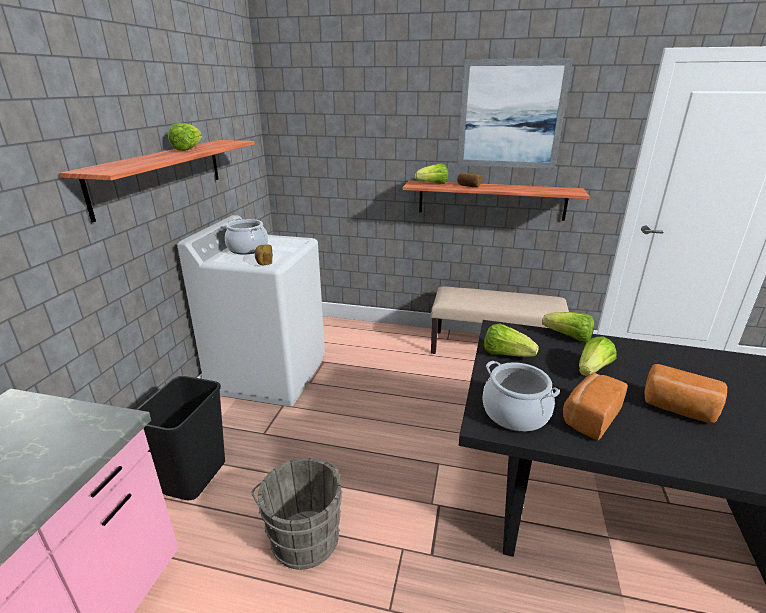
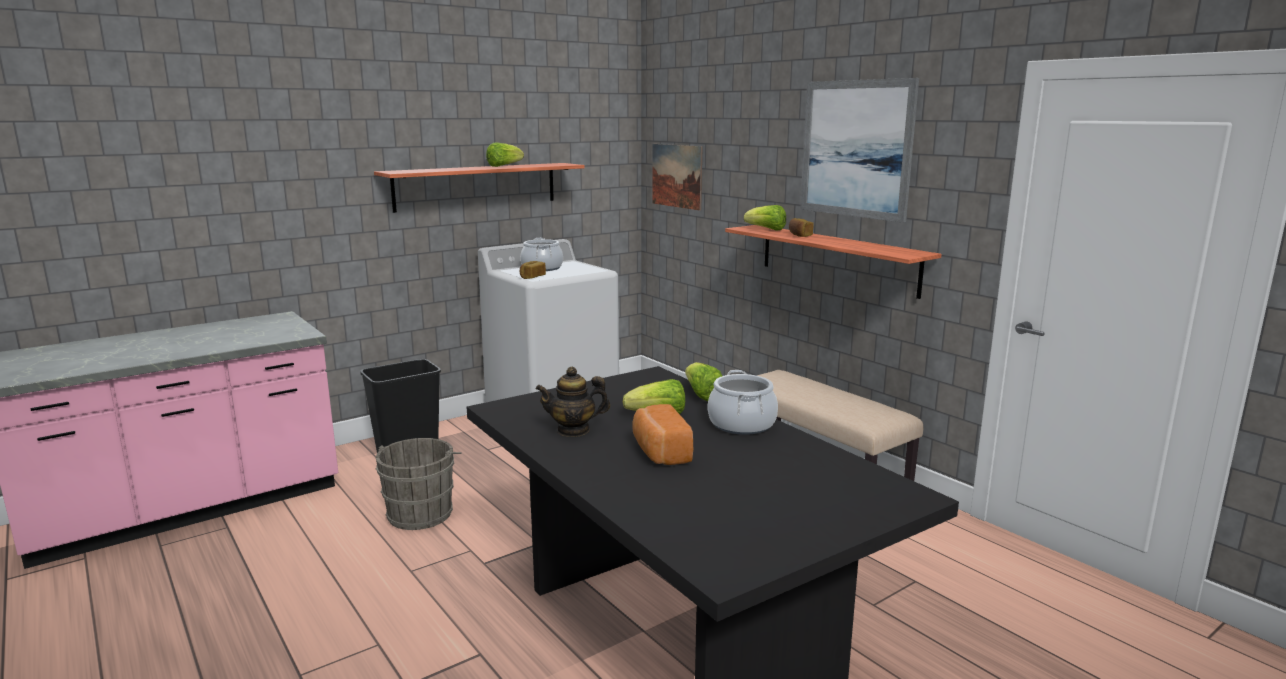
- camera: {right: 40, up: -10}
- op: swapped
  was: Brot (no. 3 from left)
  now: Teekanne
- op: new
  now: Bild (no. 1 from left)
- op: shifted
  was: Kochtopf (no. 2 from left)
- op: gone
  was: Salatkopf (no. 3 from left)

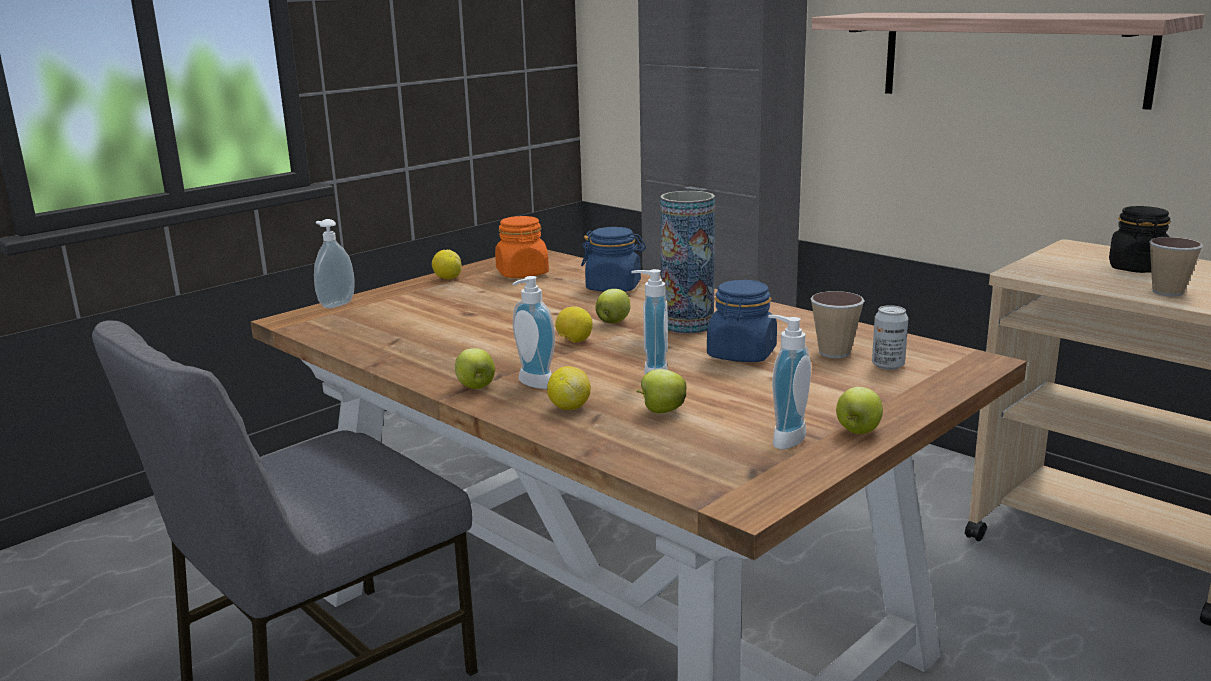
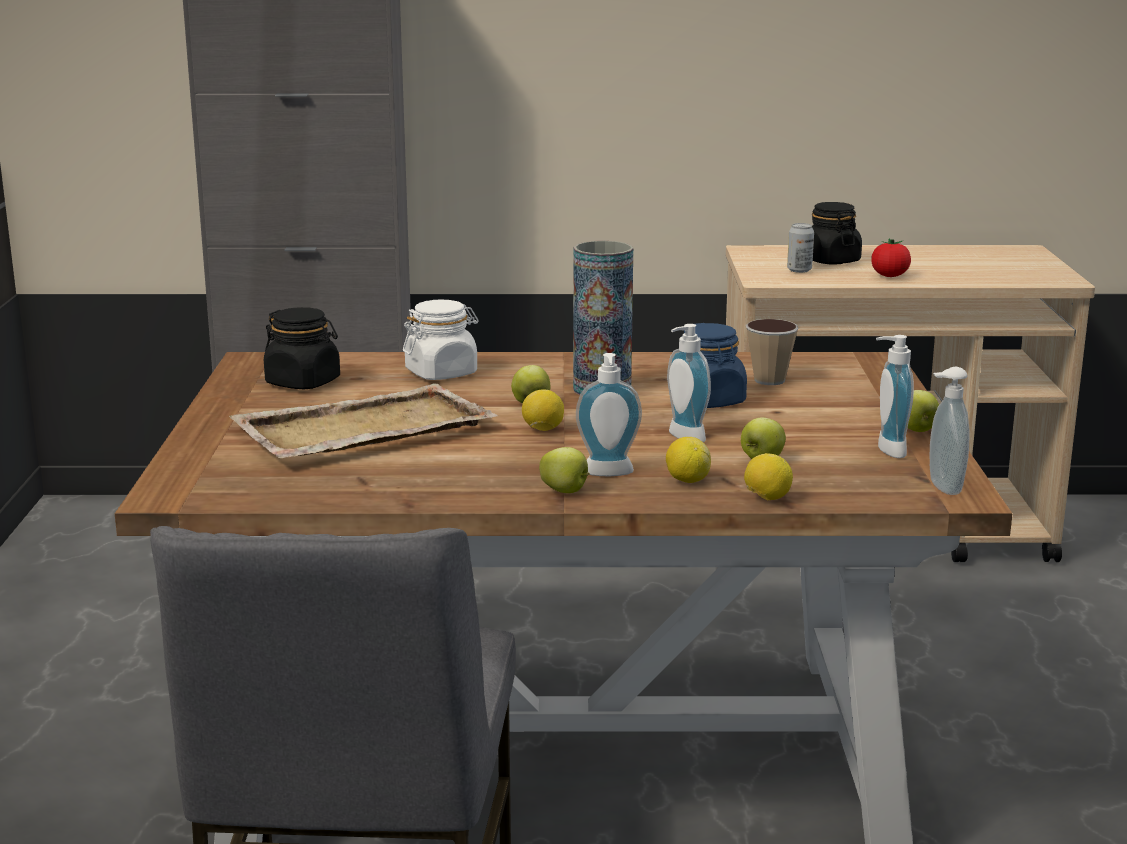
- camera: {right: -45, up: 0}
- op: new
  now: Tablett [beige]
- op: repainted
  was: Vorratsglas [orange]
  now: Vorratsglas [schwarz] (no. 1 from left)
- op: repainted
  was: Vorratsglas [blau] (no. 1 from left)
  now: Vorratsglas [weiß]
- op: shifted
  was: Zitrone (no. 1 from left in the first image)
  now: Zitrone (no. 3 from left)
- op: shifted
  was: Dose
- op: swapped
  was: Tasse (no. 2 from left)
  now: Tomate
- op: shifted
  was: Seifenspender (no. 1 from left in the first image)
  now: Seifenspender (no. 4 from left)
- op: gone
  was: Wandregal

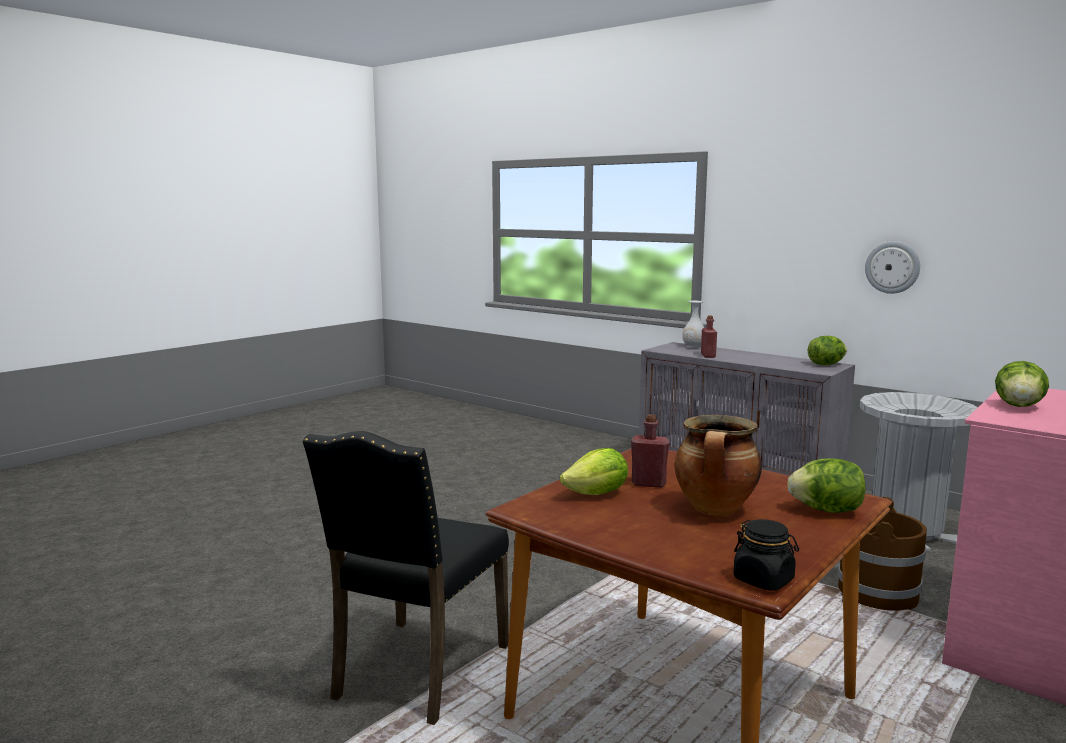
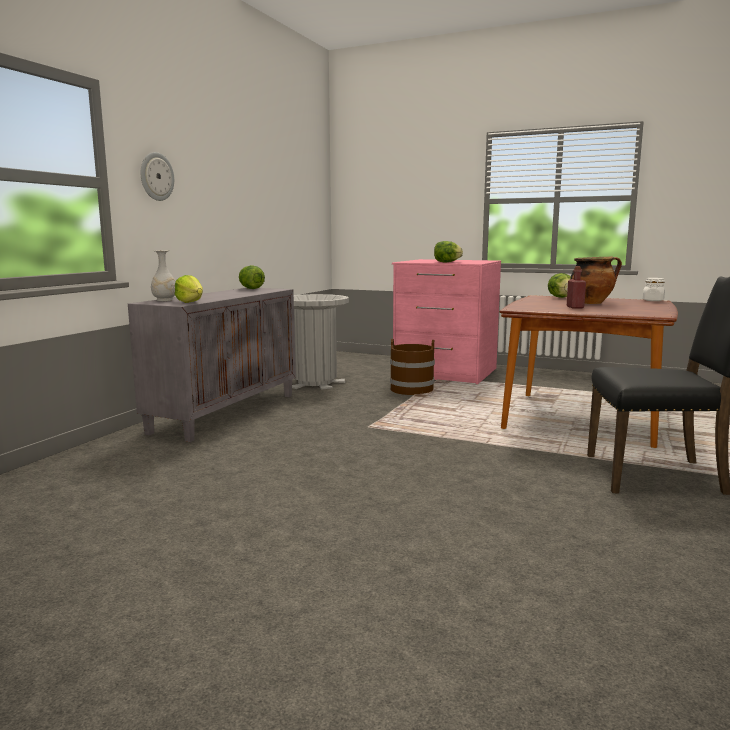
- camera: {right: -105, up: 0}
- op: shifted
  was: Wanduhr
- op: shifted
  was: Salatkopf (no. 1 from left)
- op: repainted
  was: Vorratsglas [schwarz]
  now: Vorratsglas [weiß]
- op: gone
  was: Flasche [rot] (no. 2 from left)

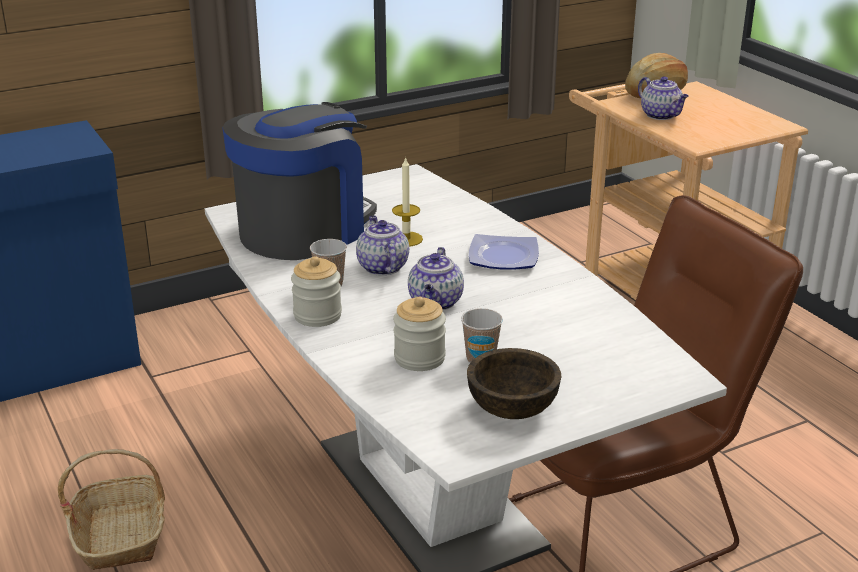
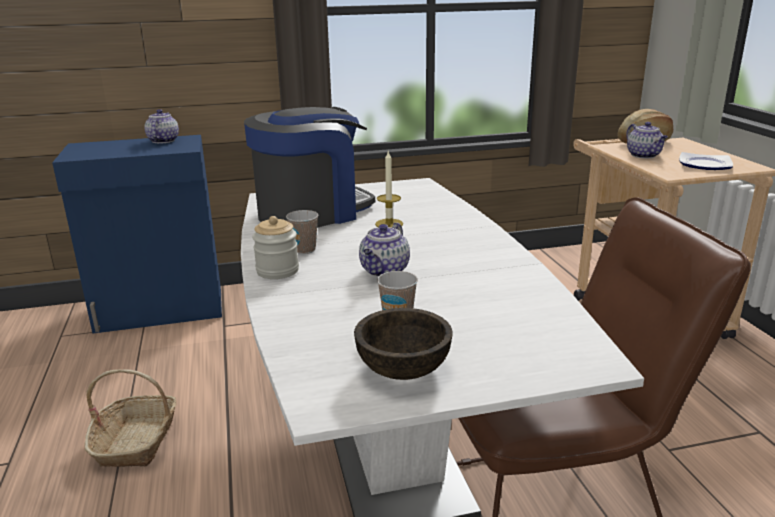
- camera: {right: 15, up: -5}
- op: shifted
  was: Teekanne (no. 1 from left)
- op: shifted
  was: Teller
- op: gone
  was: Vorratsglas (no. 2 from left)

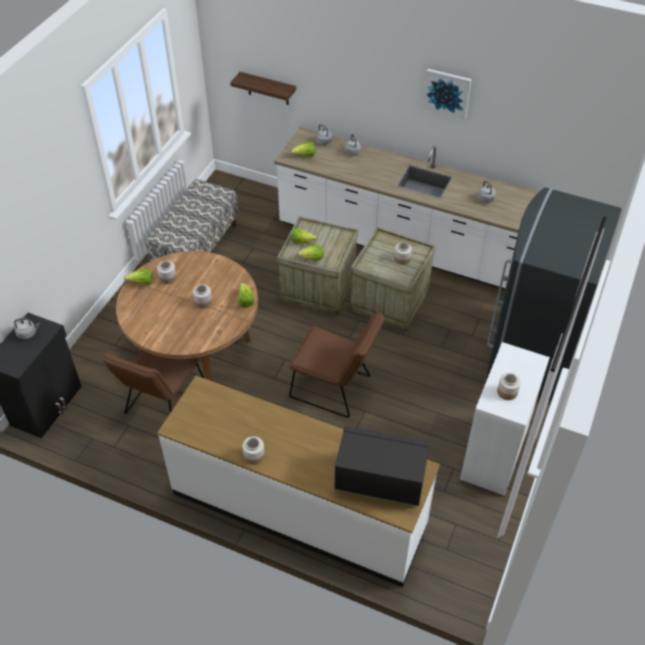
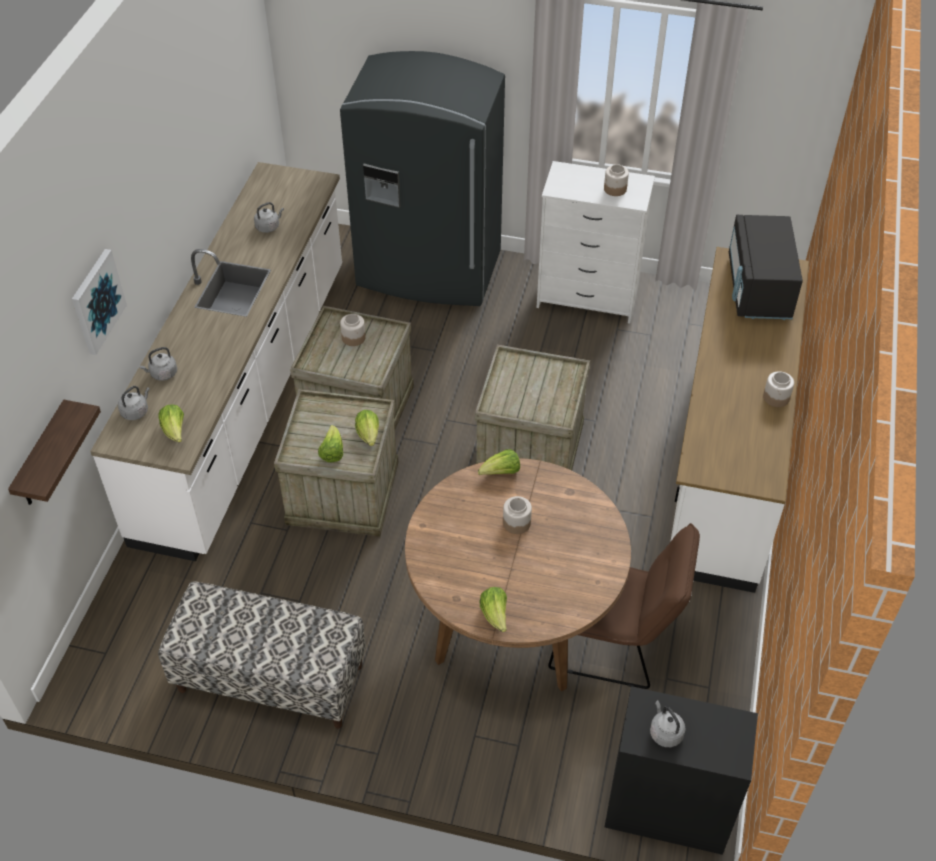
- camera: {right: -100, up: 0}
- op: shifted
  was: Bild
- op: swapped
  was: Stuhl [braun] (no. 2 from left)
  now: Kiste (no. 3 from left)
- op: gone
  was: Vorratsglas (no. 1 from left)

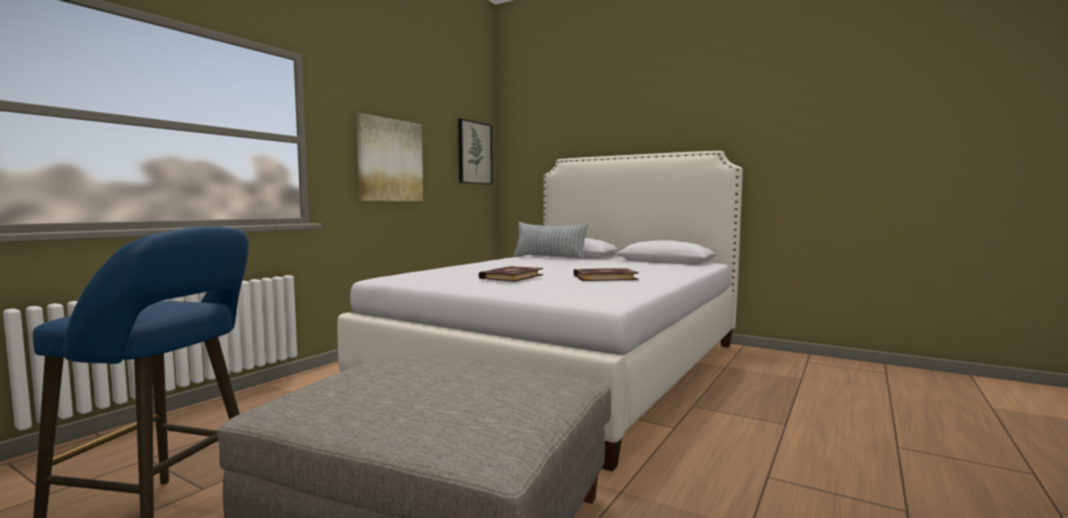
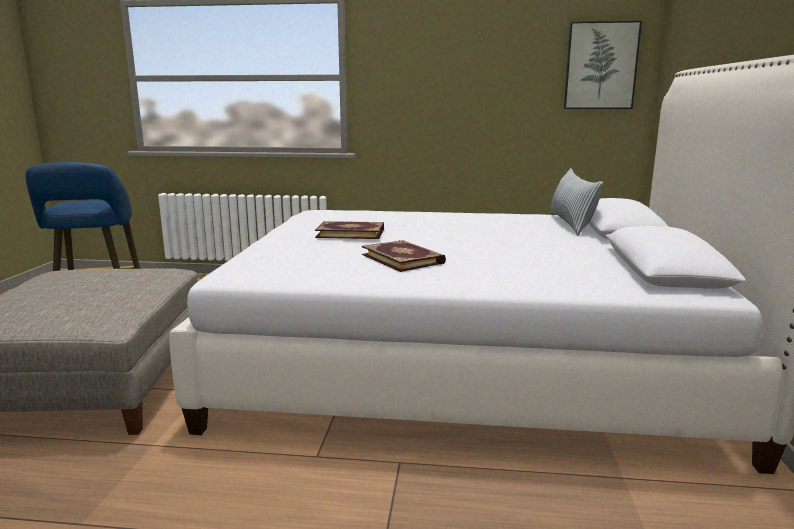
- camera: {right: 65, up: 10}
- op: gone
  was: Bild (no. 1 from left)

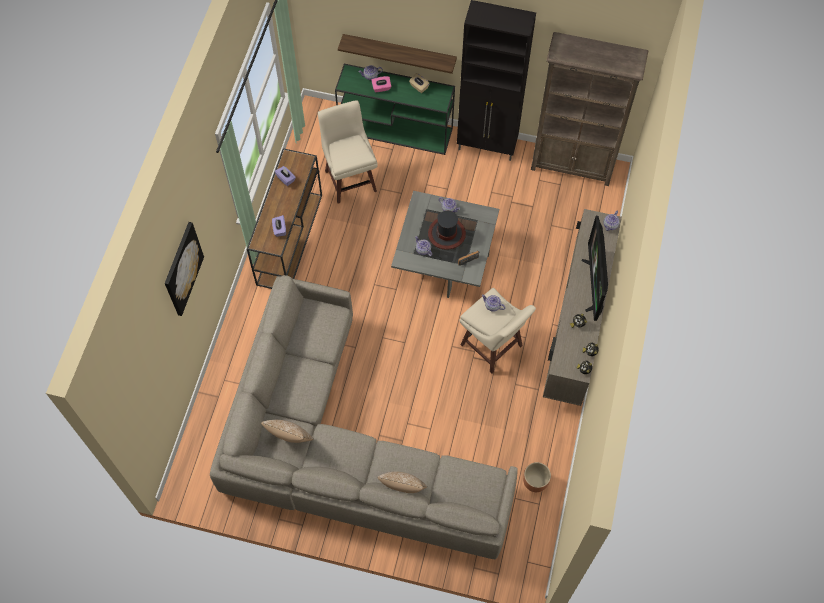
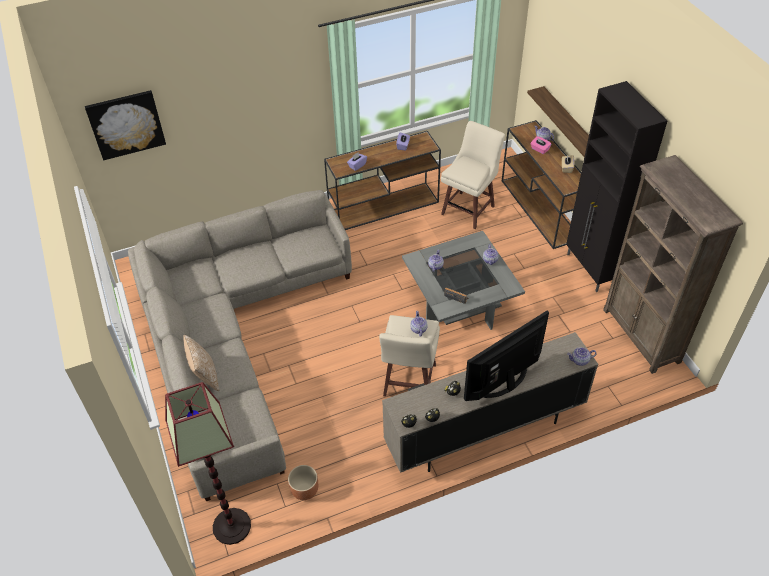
- camera: {right: 55, up: -15}
- op: shifted
  was: Bild
- op: new
  now: Stehlampe
- op: repainted
  was: Konsolentisch [grün]
  now: Konsolentisch [braun] (no. 2 from left)
- op: gone
  was: Kissen (no. 1 from left)
- op: gone
  was: Hut

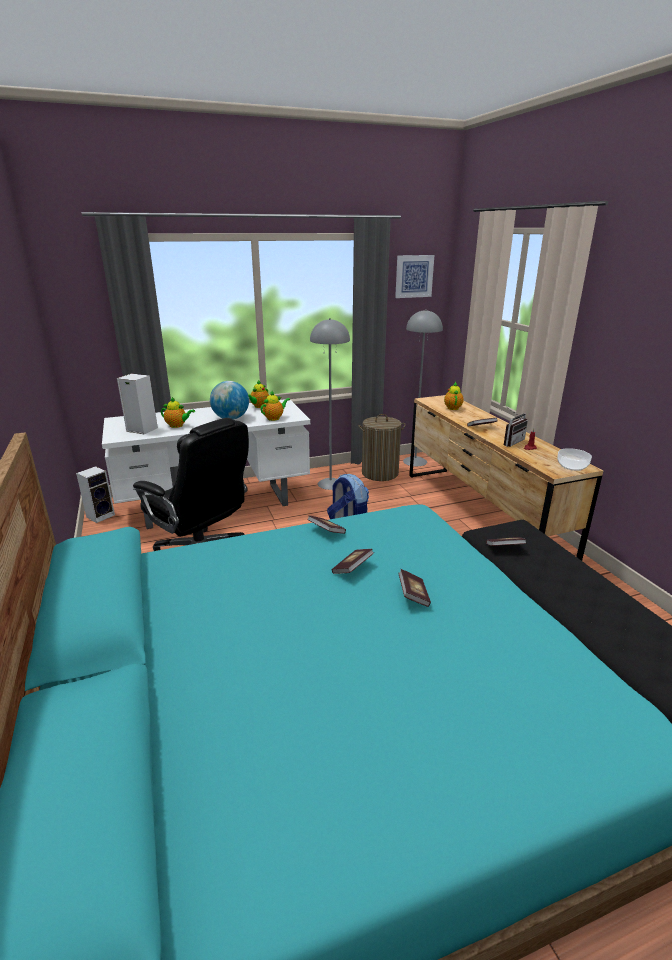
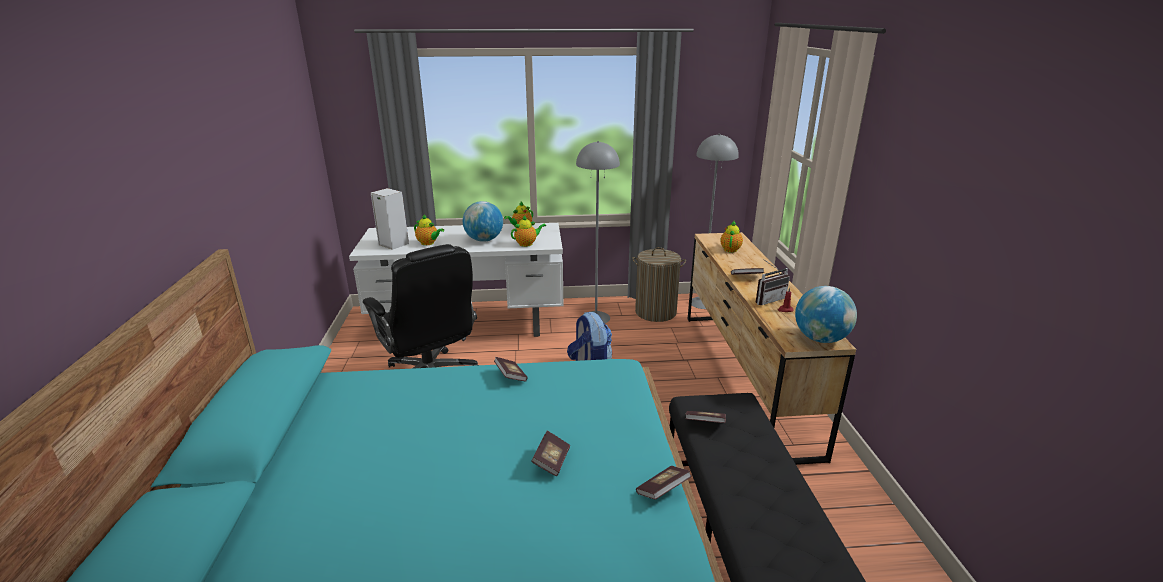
- camera: {right: 15, up: 0}
- op: shifted
  was: Buch (no. 2 from left in the first image)
  now: Buch (no. 3 from left)
- op: swapped
  was: Schüssel
  now: Globus (no. 2 from left)
- op: gone
  was: Lautsprecher (no. 1 from left)
- op: gone
  was: Bild

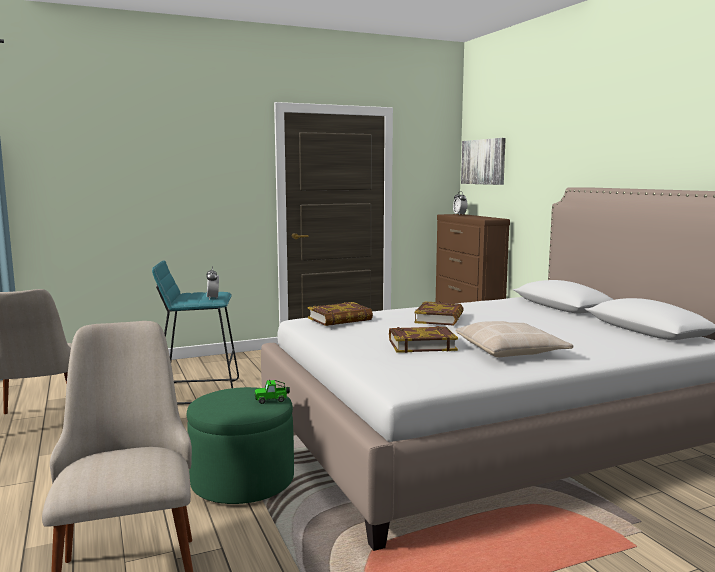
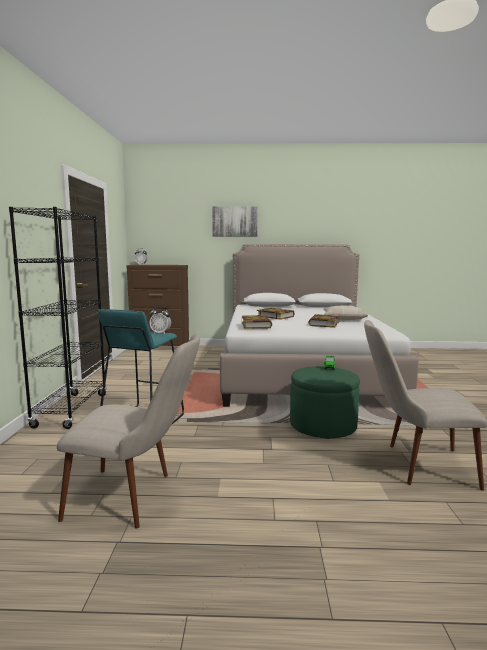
- camera: {right: -65, up: 0}
- op: new
  now: Bücherregal [schwarz]
- op: shifted
  was: Bild

